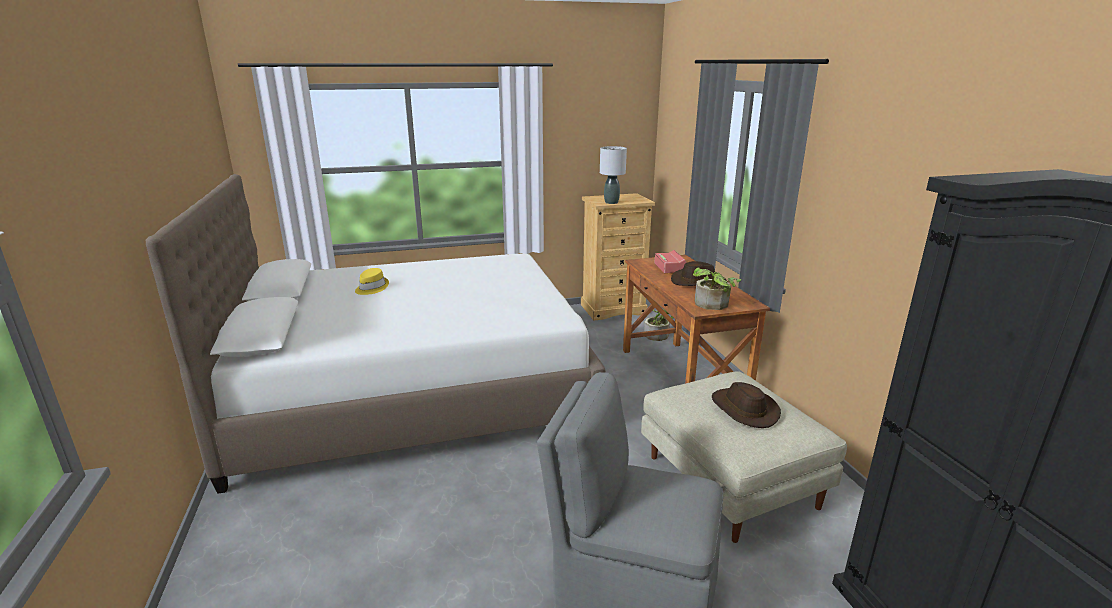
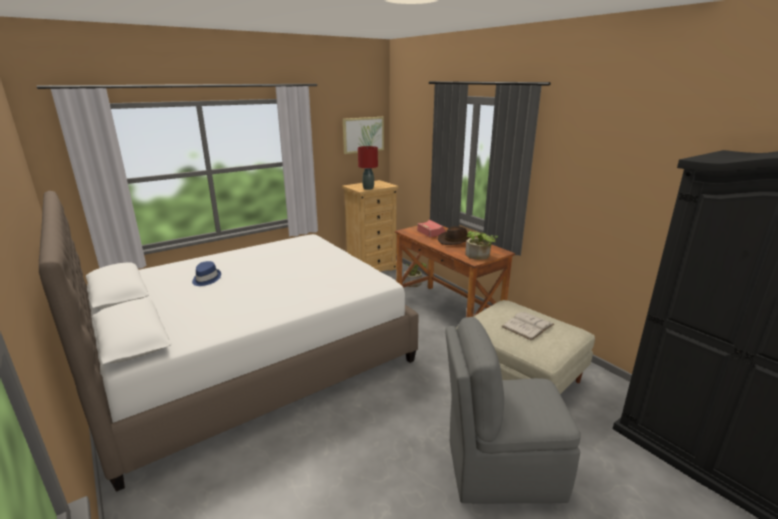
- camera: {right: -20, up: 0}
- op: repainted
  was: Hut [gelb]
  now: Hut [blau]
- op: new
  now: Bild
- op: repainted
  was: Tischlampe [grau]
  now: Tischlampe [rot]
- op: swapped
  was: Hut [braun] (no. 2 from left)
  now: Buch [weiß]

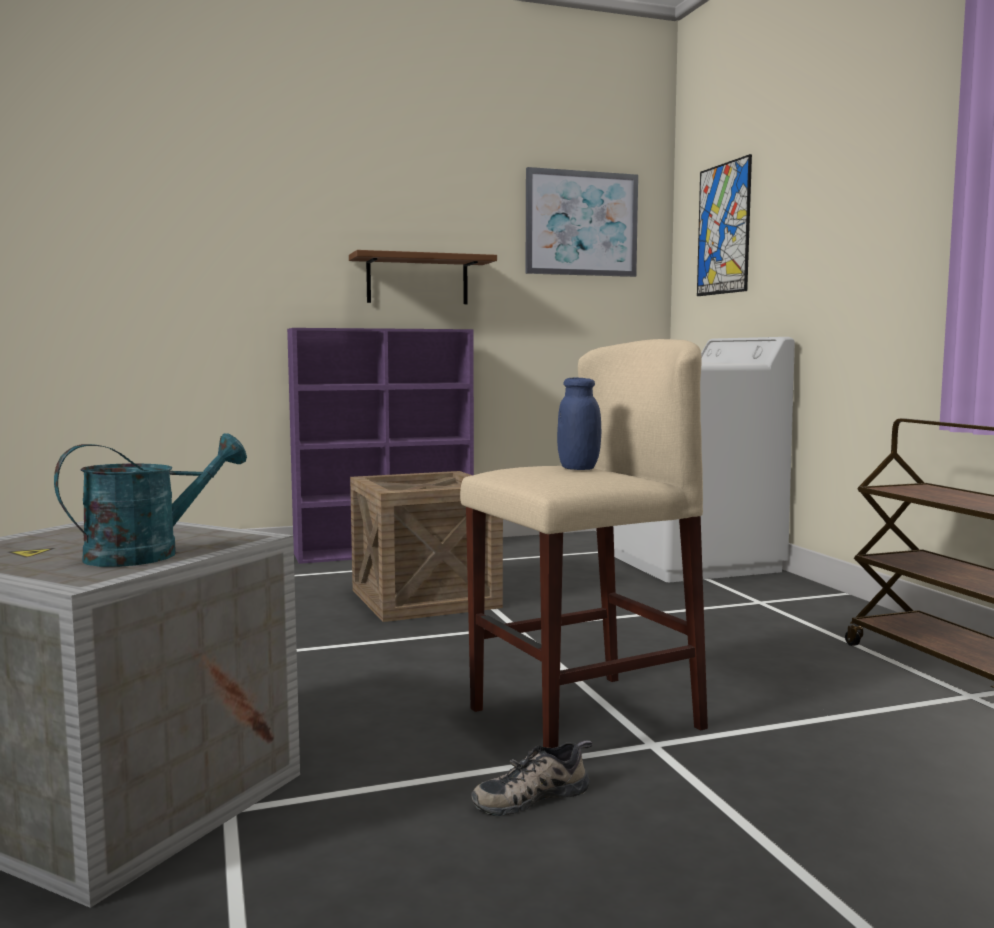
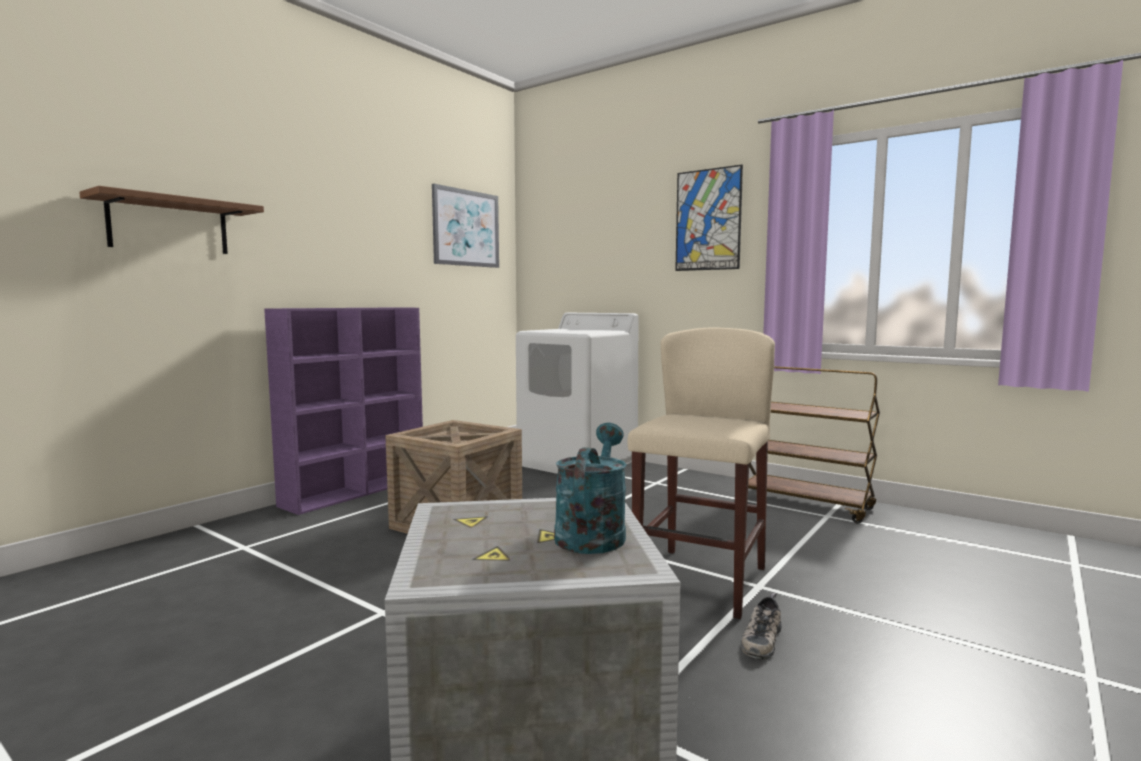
- camera: {right: -35, up: 0}
- op: shifted
  was: Wandregal [braun]
- op: shifted
  was: Bild (no. 2 from left)
- op: gone
  was: Vorratsglas [blau]

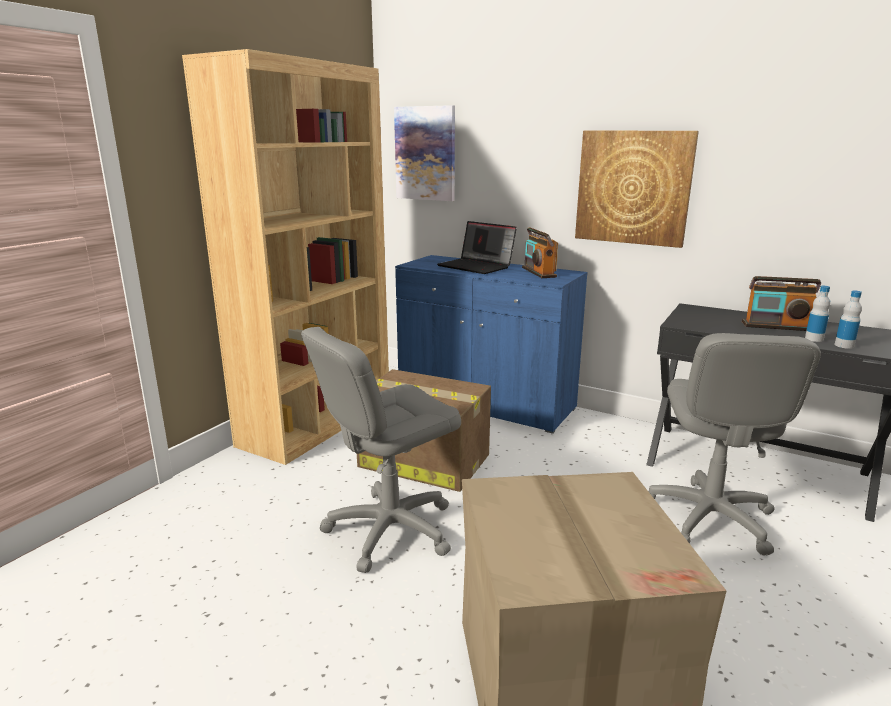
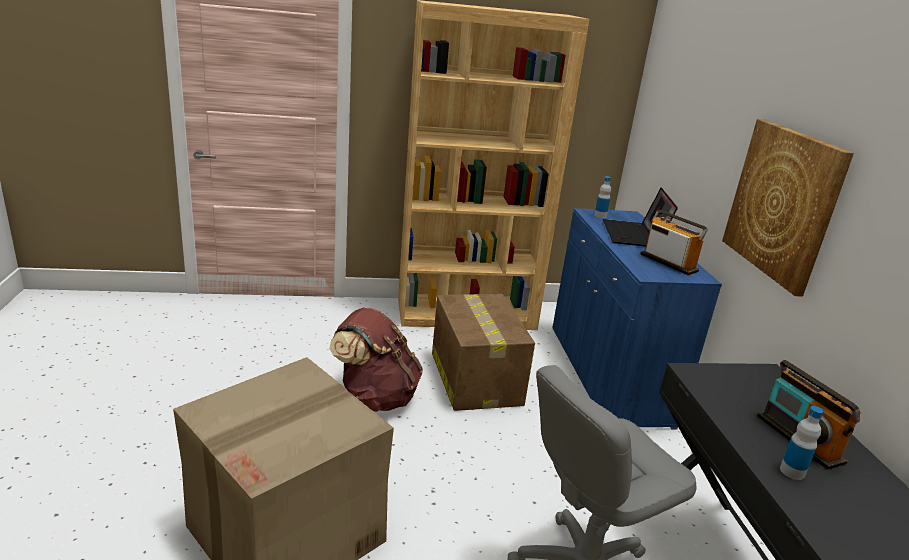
- camera: {right: 50, up: 5}
- op: swapped
  was: Bürostuhl [grau] (no. 1 from left)
  now: Rucksack [braun]
- op: shifted
  was: Flasche (no. 2 from left in the first image)
  now: Flasche (no. 1 from left)
- op: rotated
  was: Radio (no. 1 from left)
  clockwise: 105
- op: gone
  was: Bild (no. 1 from left)

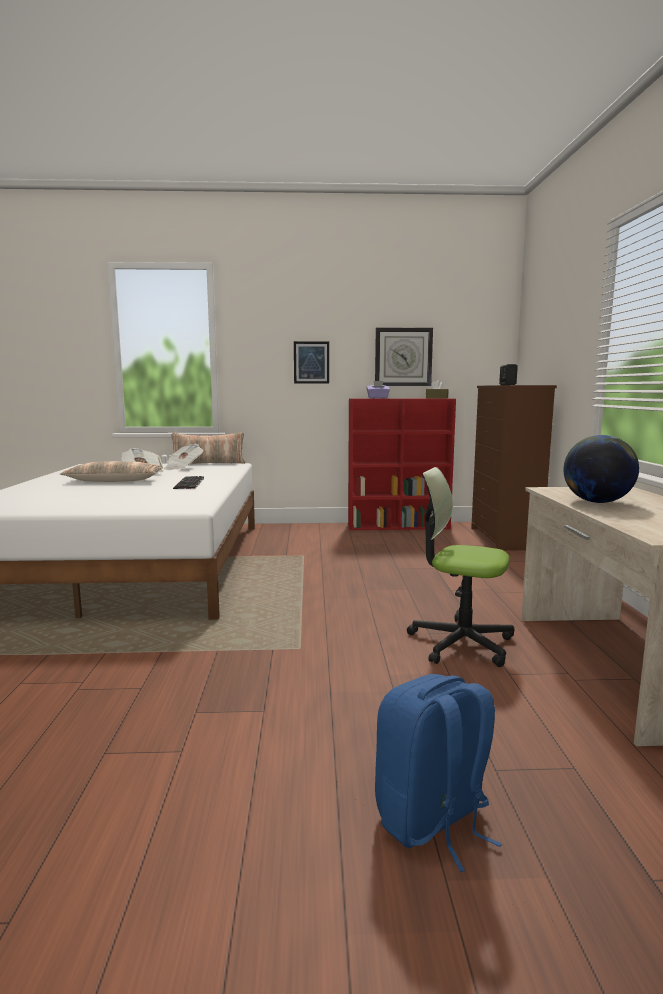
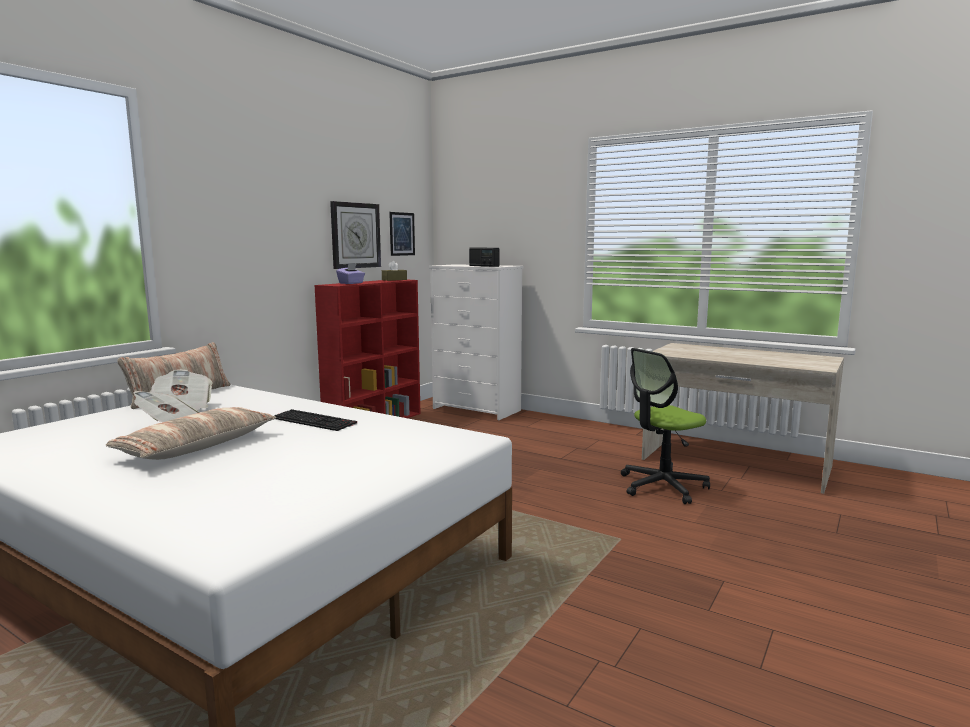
- camera: {right: -55, up: 0}
- op: shifted
  was: Bild
- op: repainted
  was: Kommode [braun]
  now: Kommode [weiß]
- op: gone
  was: Rucksack [blau]
- op: gone
  was: Globus

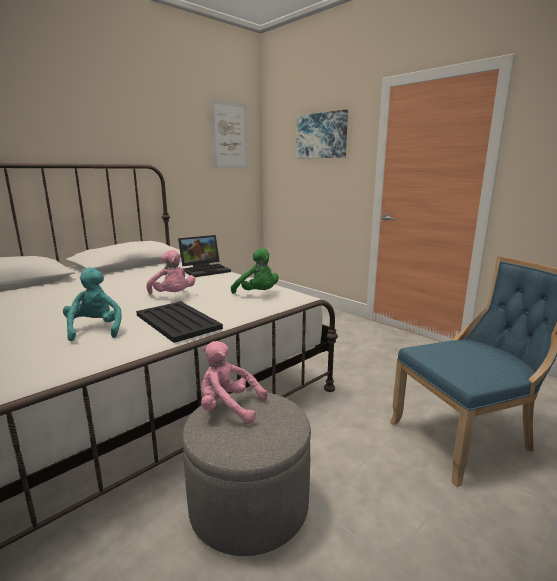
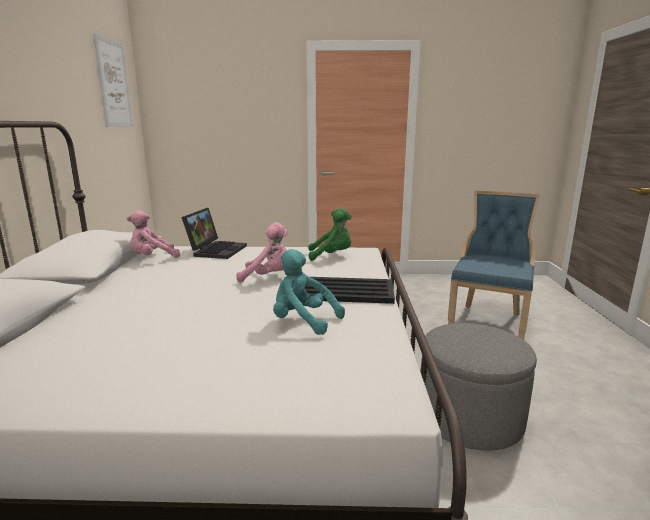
- camera: {right: -45, up: 0}
- op: shifted
  was: Plüschtier [rosa] (no. 2 from left in the first image)
  now: Plüschtier [rosa] (no. 1 from left)
- op: gone
  was: Bild (no. 2 from left)

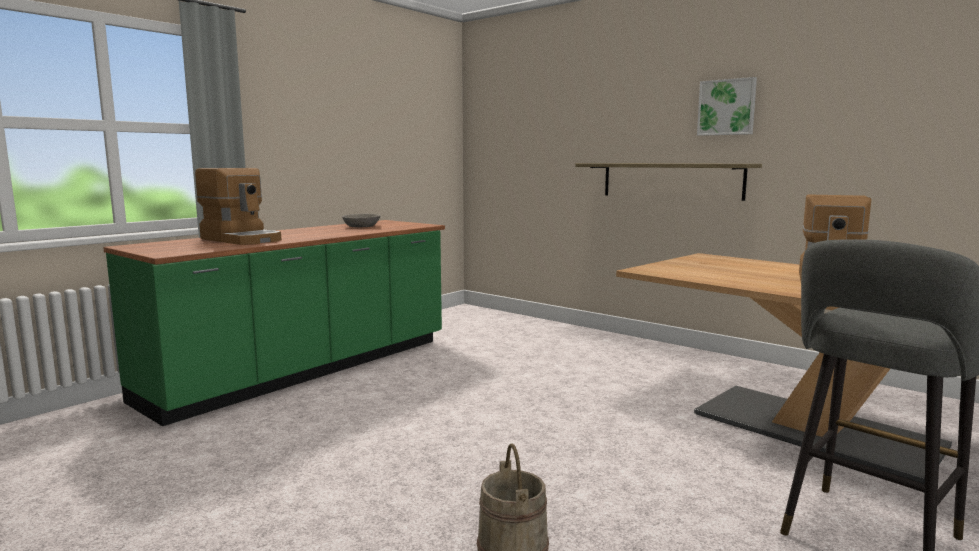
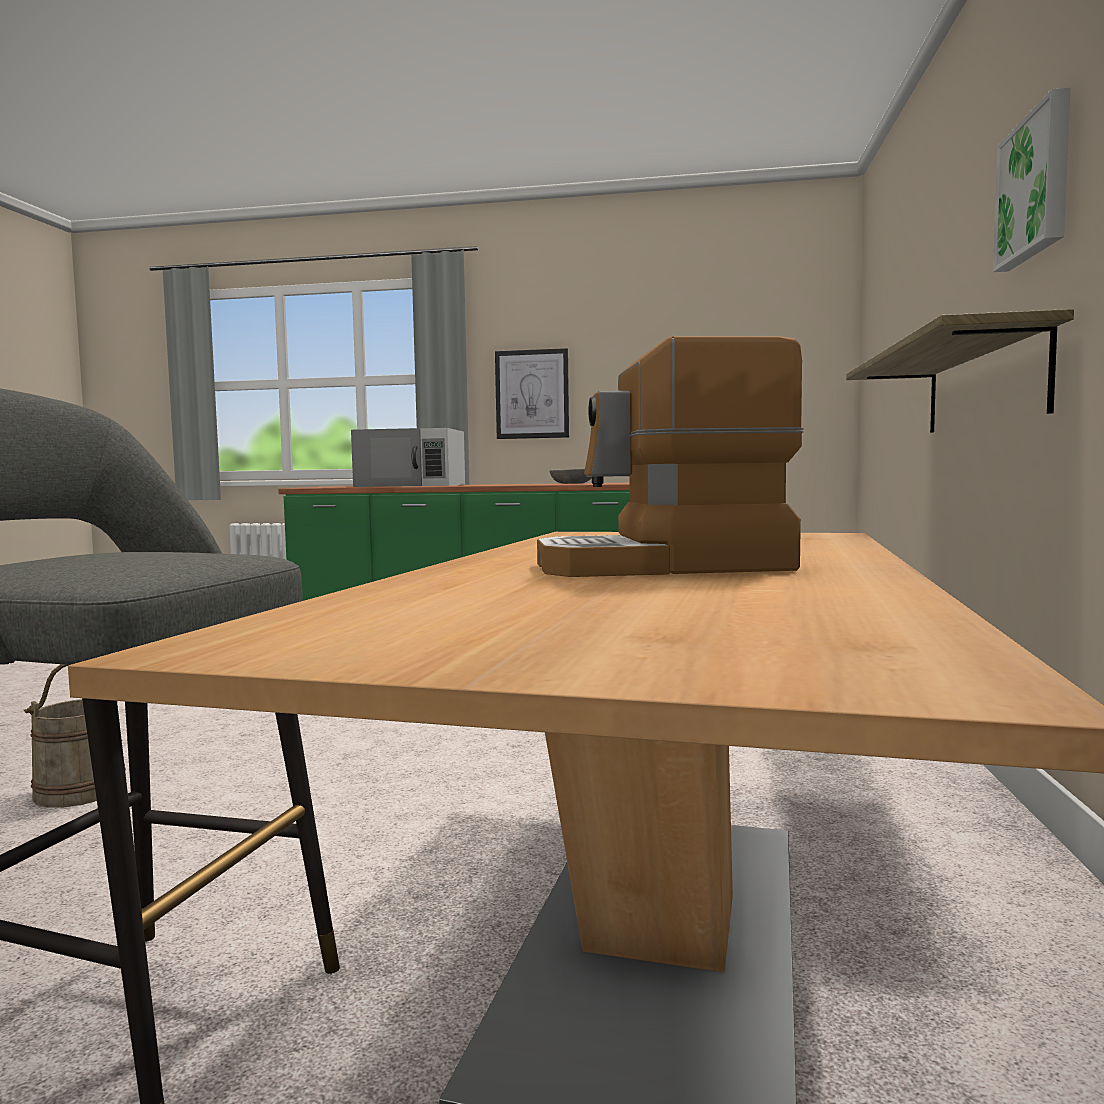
- camera: {right: 60, up: -5}
- op: swapped
  was: Kaffeemaschine (no. 1 from left)
  now: Mikrowelle [weiß]
- op: new
  now: Bild (no. 1 from left)

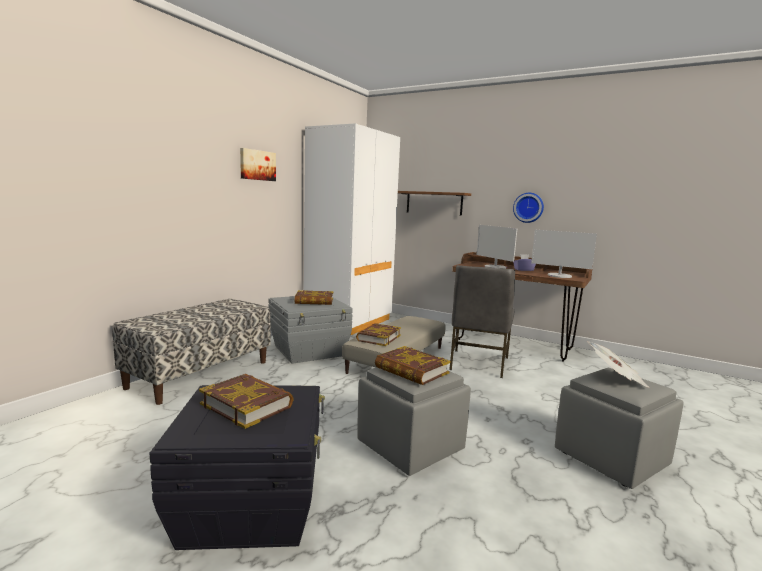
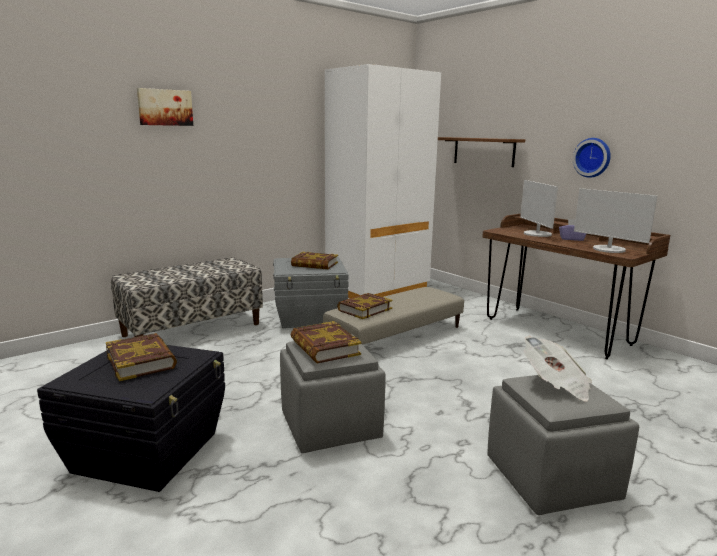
- camera: {right: 20, up: 5}
- op: shifted
  was: Bild
- op: gone
  was: Stuhl [grau]

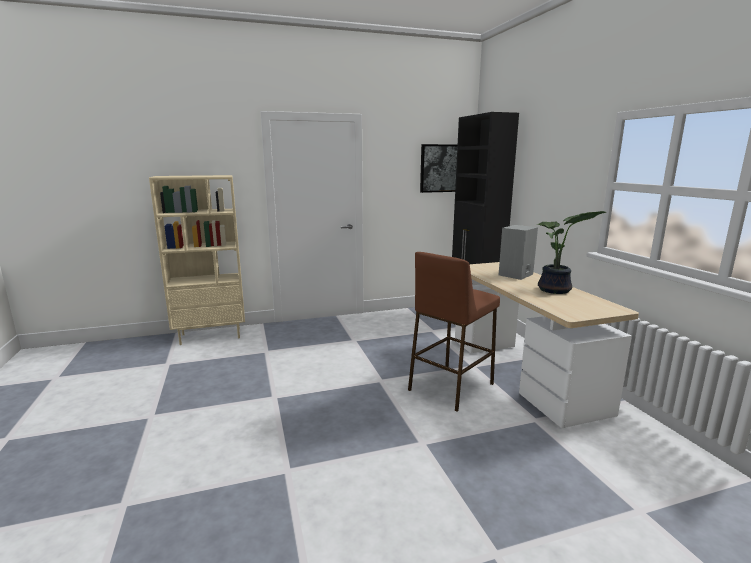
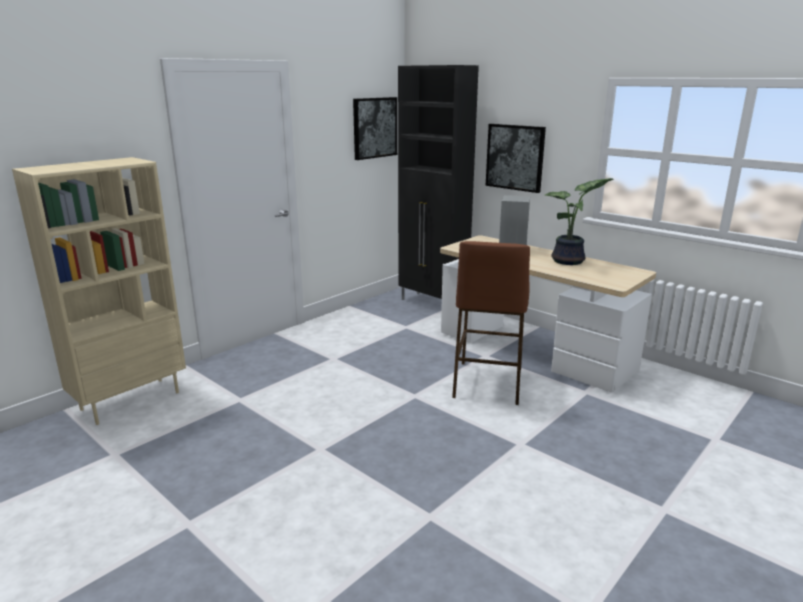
- camera: {right: -30, up: 5}
- op: new
  now: Bild (no. 2 from left)

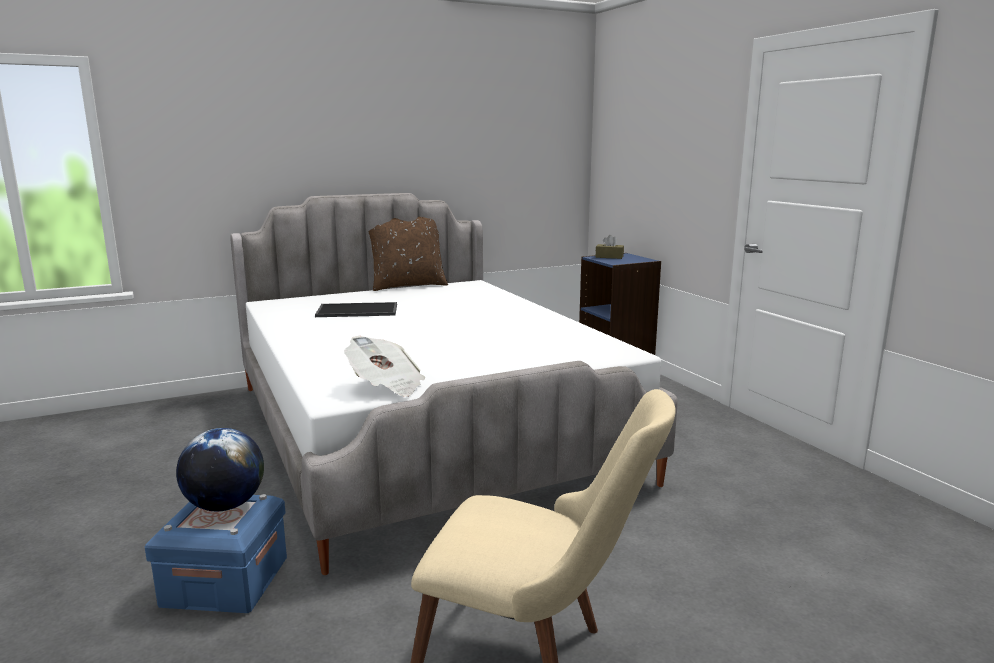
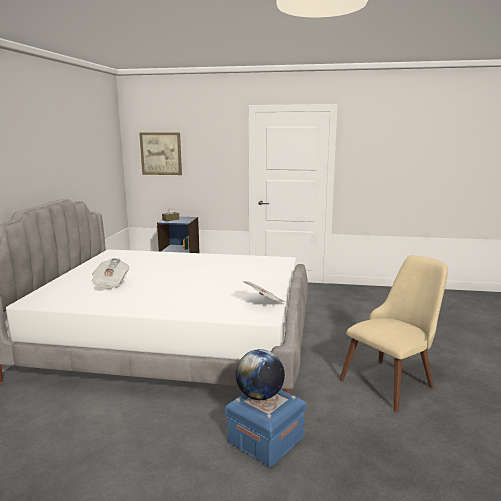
- camera: {right: -55, up: 0}
- op: swapped
  was: Tablett
  now: Zeitung (no. 1 from left)
- op: new
  now: Bild
- op: gone
  was: Kissen [braun]

